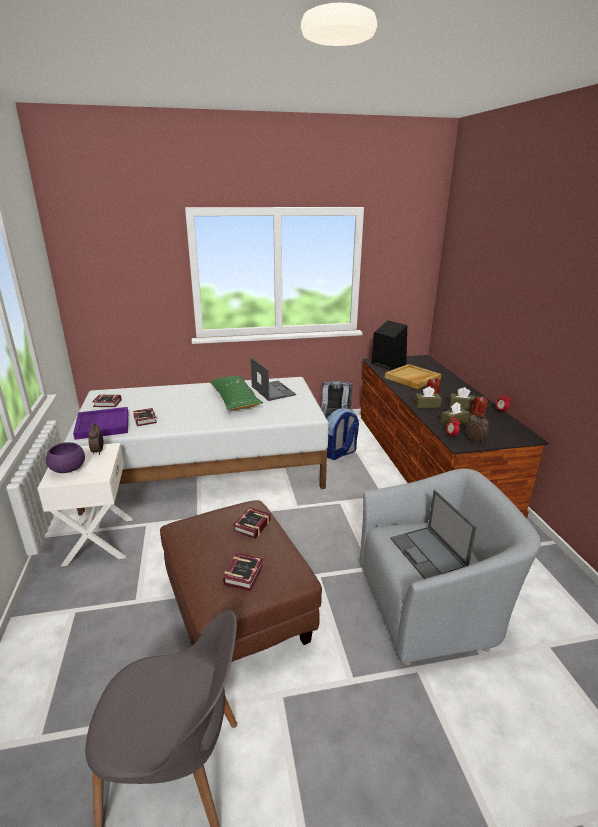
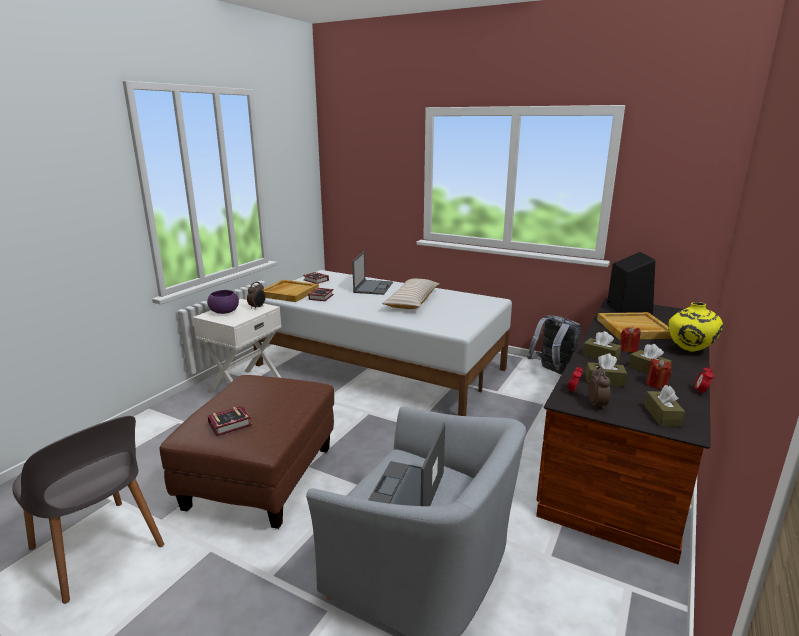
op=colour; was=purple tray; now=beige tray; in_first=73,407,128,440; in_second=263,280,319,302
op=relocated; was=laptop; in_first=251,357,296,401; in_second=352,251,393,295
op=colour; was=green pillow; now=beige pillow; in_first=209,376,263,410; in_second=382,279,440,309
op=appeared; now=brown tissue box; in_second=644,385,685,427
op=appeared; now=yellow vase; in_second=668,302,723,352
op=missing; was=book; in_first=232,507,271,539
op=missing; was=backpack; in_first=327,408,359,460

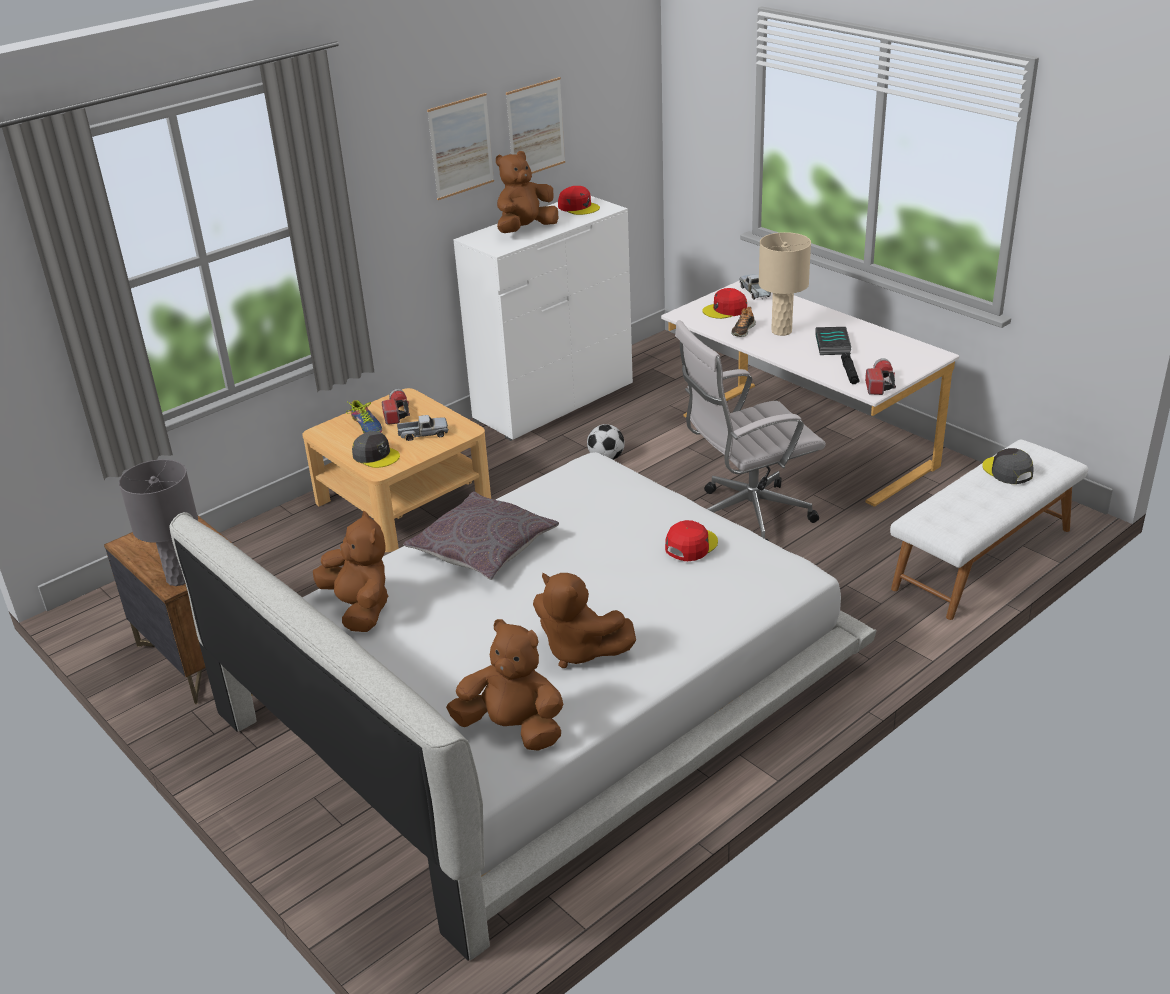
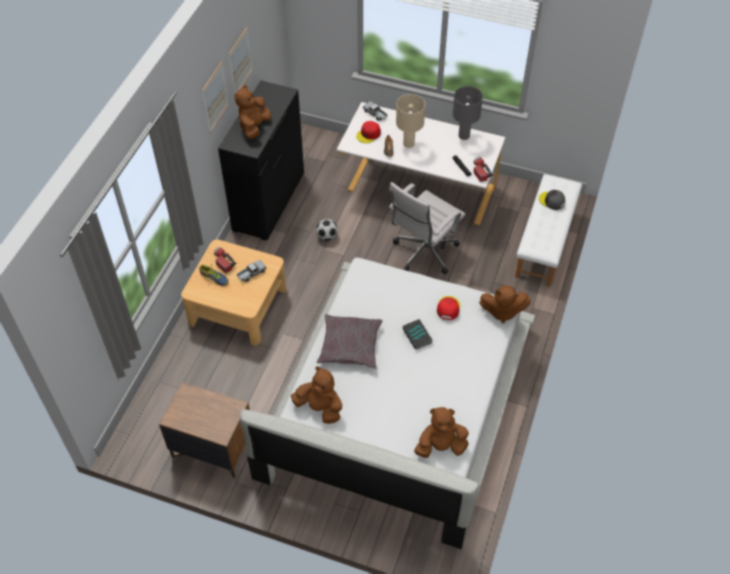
op=colour; was=white dresser; now=black dresser; in_first=453,196,633,441; in_second=218,81,304,241
op=relocated; was=book; in_first=816,327,851,355; in_second=403,319,433,350
op=relocated; was=grey table lamp; in_first=119,459,198,586; in_second=453,86,483,140
op=relocated; was=brown plush toy; in_first=533,573,636,668; in_second=479,285,531,323
op=missing; was=grey cap; in_first=352,431,400,468
op=missing; was=red cap; in_first=558,186,600,215

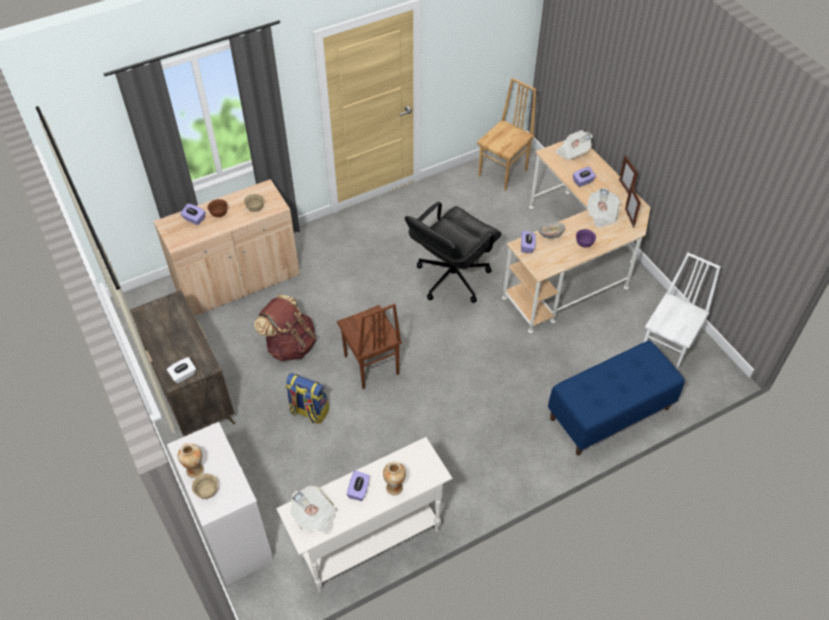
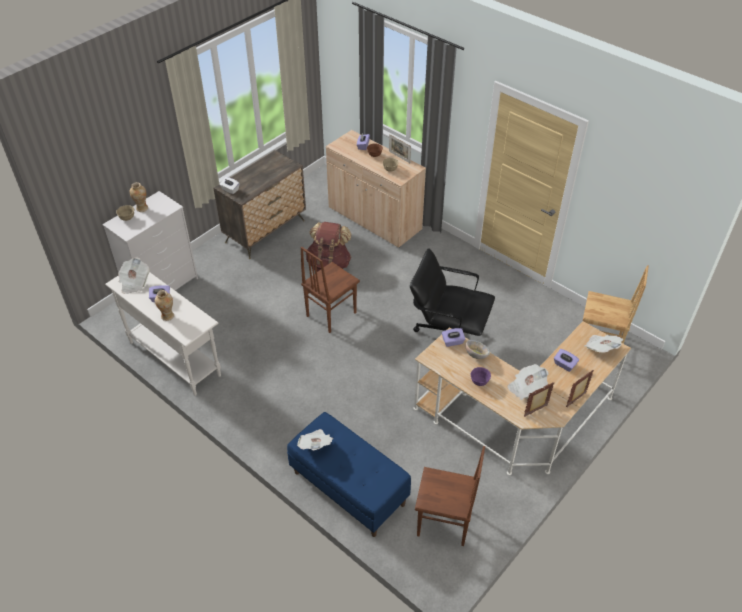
op=appeared; now=newspaper; in_second=297,429,333,450
op=appeared; now=picture frame; in_second=389,134,411,163
op=colour; was=white chair; now=brown chair; in_first=643,252,721,370; in_second=415,446,485,546
op=missing; was=backpack; in_first=286,373,329,424

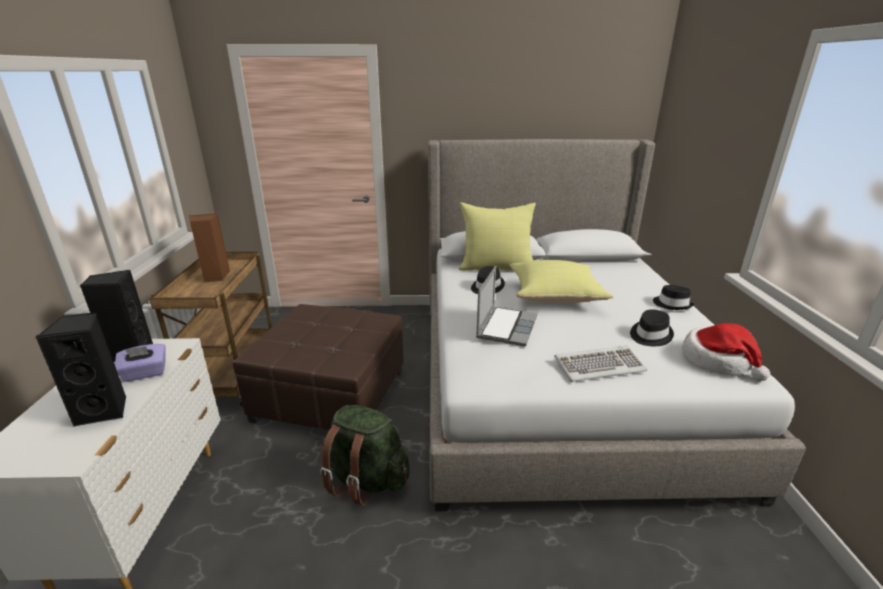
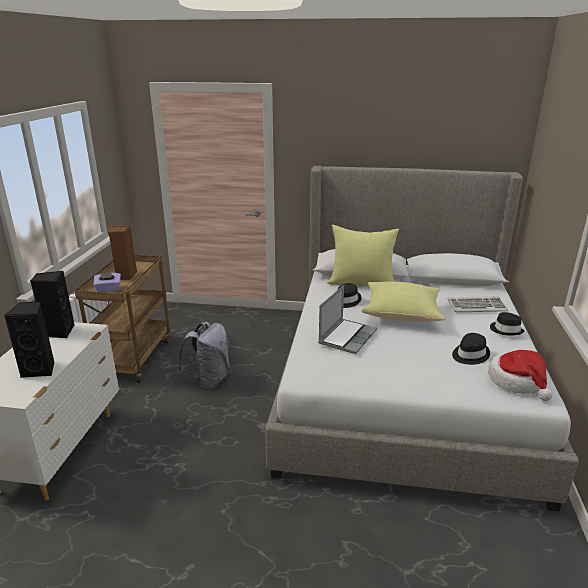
op=relocated; was=purple tissue box; in_first=115,344,166,382; in_second=93,272,121,292
op=exchanged; was=brown ottoman; now=grey backpack; in_first=233,304,403,430; in_second=177,322,230,390
op=relocated; was=keyboard; in_first=554,346,647,382; in_second=447,296,508,312
op=missing; was=green backpack; in_first=320,405,410,505

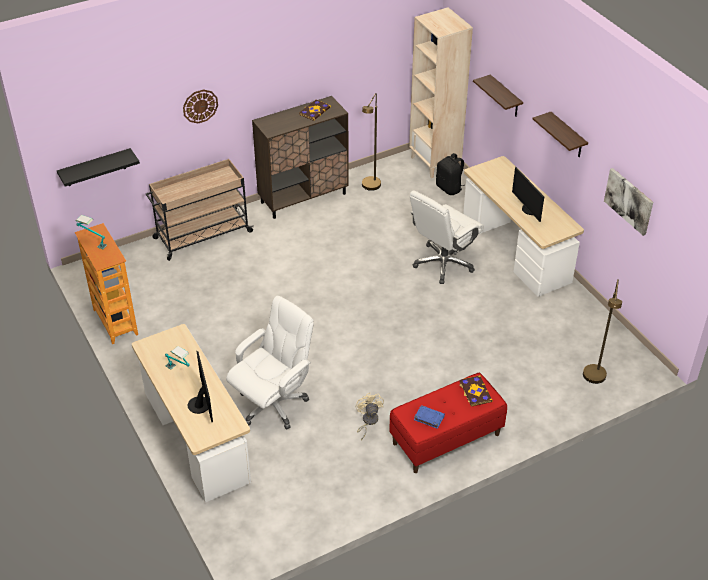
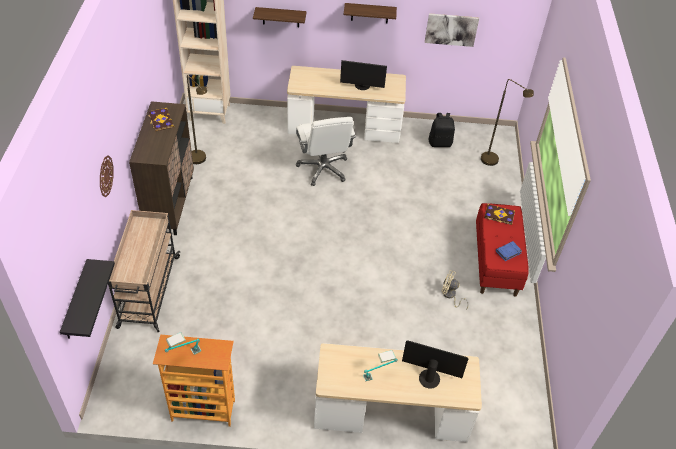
op=relocated; was=black backpack; in_first=436,153,465,195; in_second=428,113,455,147
op=missing; was=white office chair; in_first=226,296,314,429

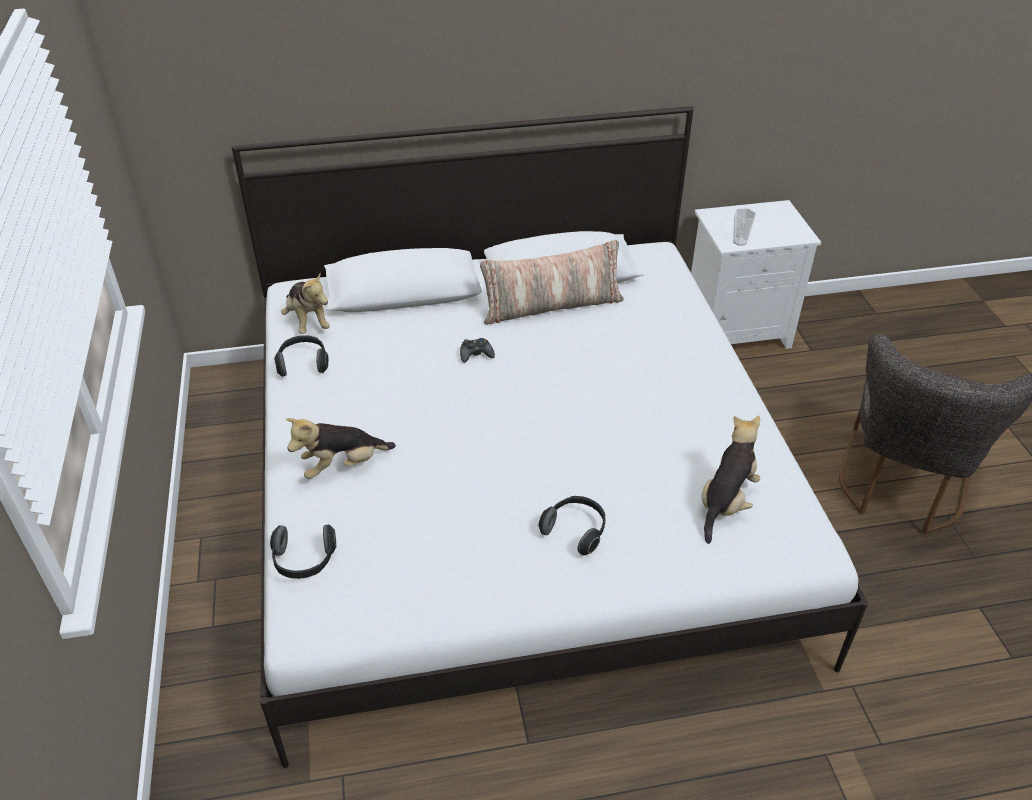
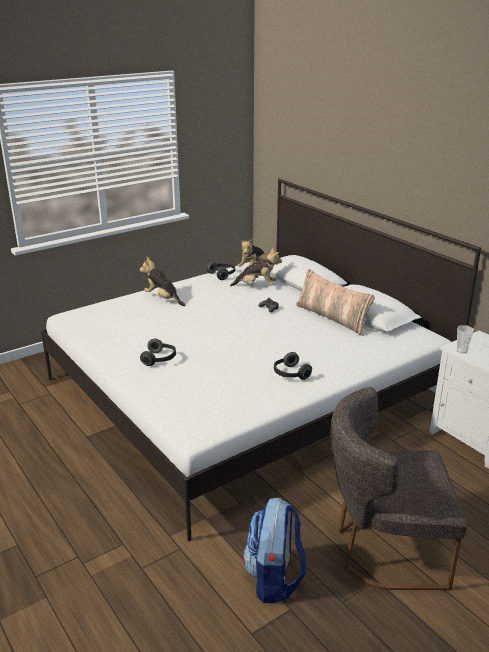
op=relocated; was=plush toy; in_first=701,416,760,544; in_second=230,248,282,286
op=appeared; now=backpack; in_second=243,498,306,603
op=relocated; was=headphones; in_first=270,524,337,579; in_second=274,352,312,380

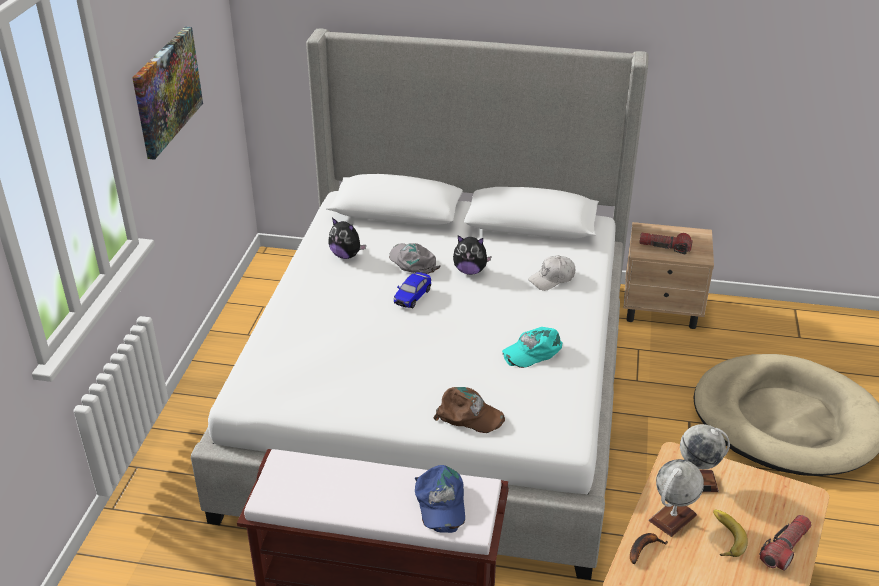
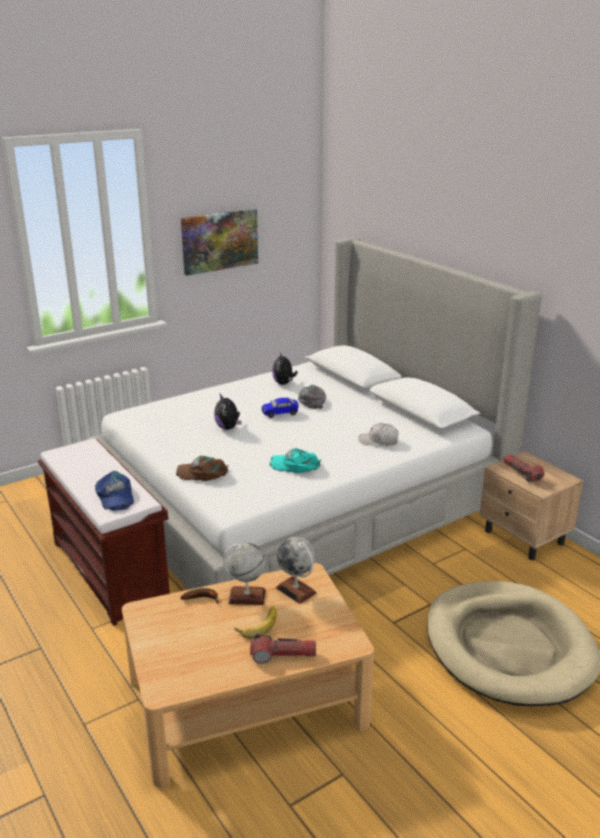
op=spun; was=blue cap; in_first=415,465,465,533; in_second=95,471,134,511; clockwise=-60
op=spun; was=brown cap; in_first=433,387,505,433; in_second=176,456,228,481; clockwise=120
op=relocated; was=plush toy; in_first=453,235,492,275; in_second=214,394,242,430

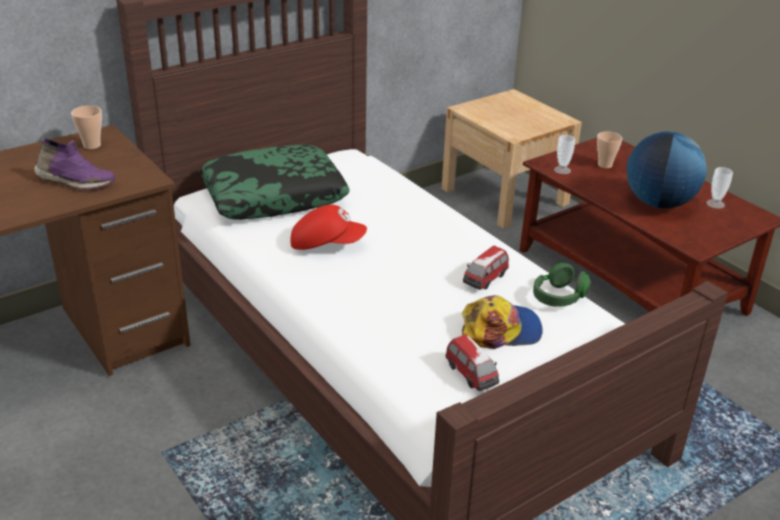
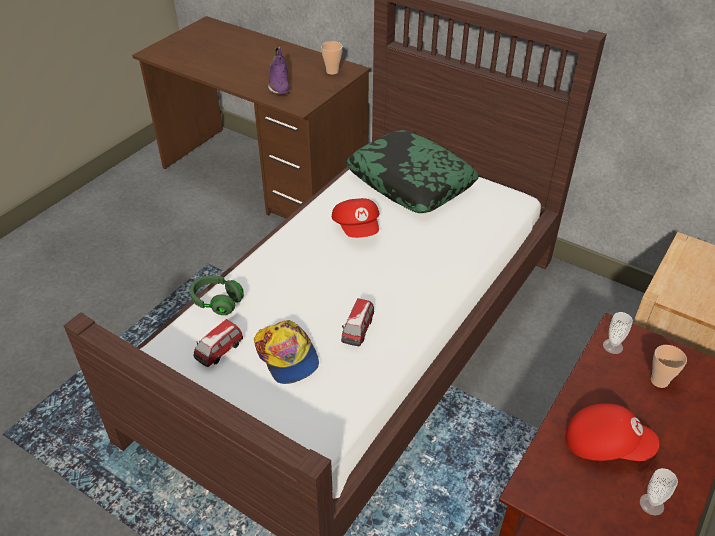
op=relocated; was=green headphones; in_first=533,263,591,307; in_second=190,275,244,315
op=spun; was=toy car; in_first=463,246,509,290; in_second=341,298,374,346; clockwise=-90
op=exchanged; was=globe; now=red cap; in_first=627,131,707,208; in_second=565,403,659,461

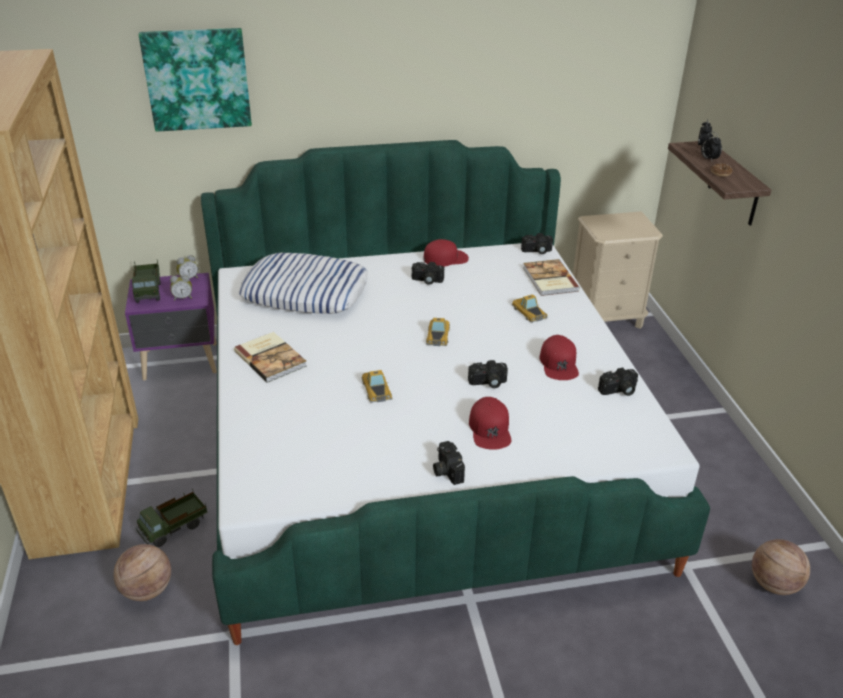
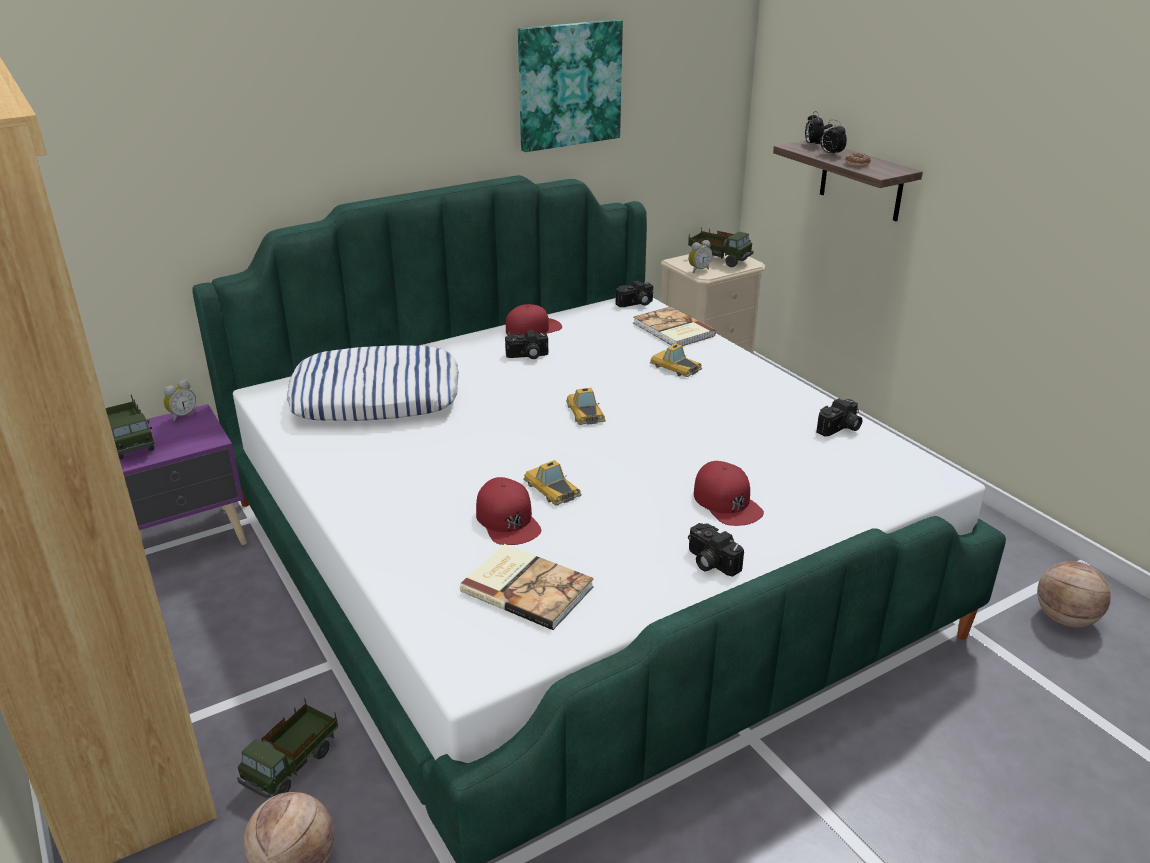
op=relocated; was=book; in_first=234,332,307,383; in_second=460,544,594,630
op=relocated; was=red cap; in_first=540,335,579,380; in_second=476,477,541,545
op=relocated; was=picture; in_first=139,28,252,132; in_second=518,20,623,152
op=appeared; now=toy truck; in_second=688,227,754,267
op=relocated; was=alarm clock; in_first=170,275,192,301; in_second=689,240,712,273
op=missing; was=photo camera; in_first=468,360,508,388

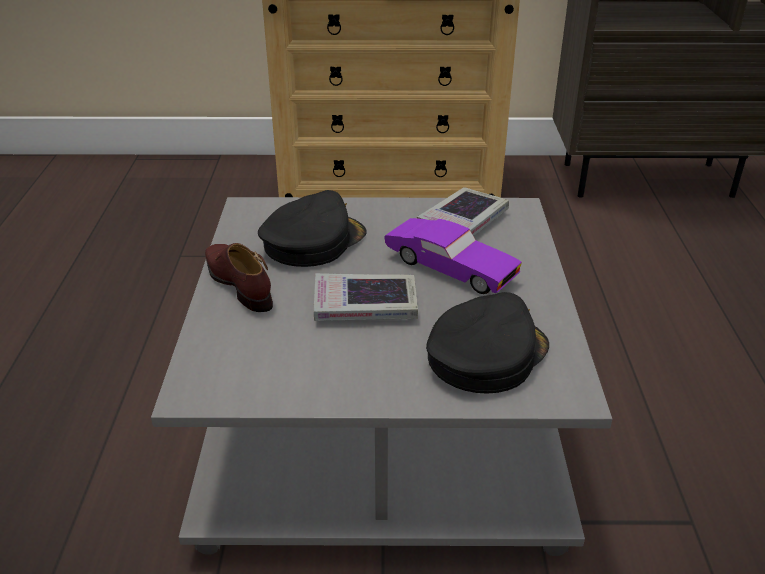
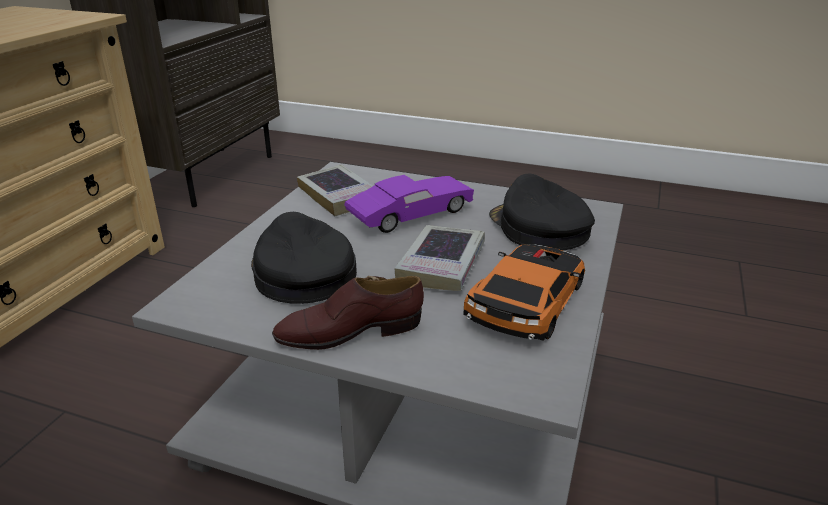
op=appeared; now=toy car; in_second=463,244,585,341

